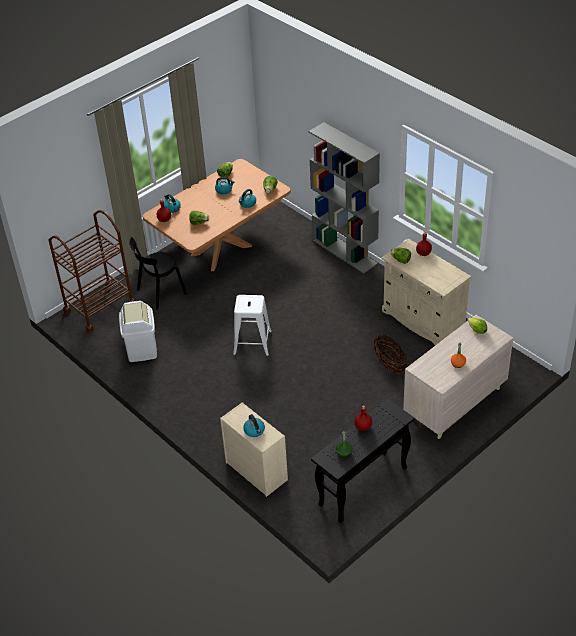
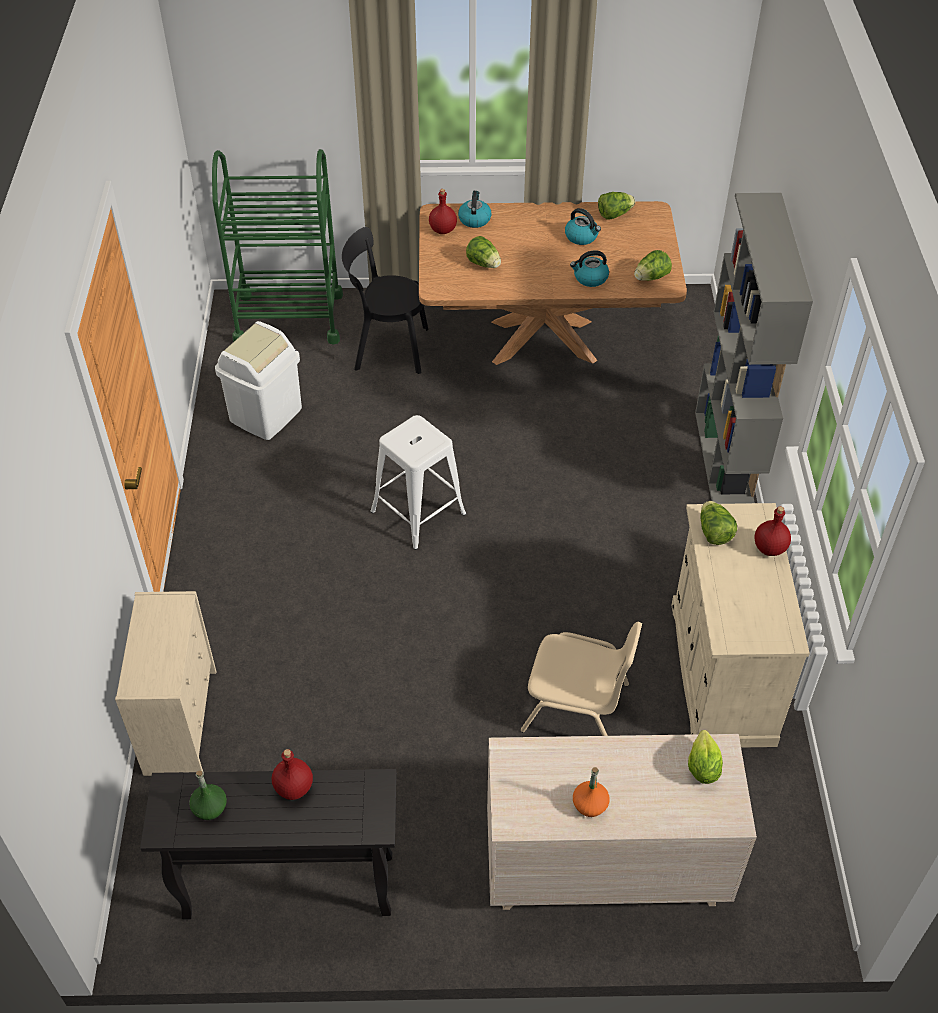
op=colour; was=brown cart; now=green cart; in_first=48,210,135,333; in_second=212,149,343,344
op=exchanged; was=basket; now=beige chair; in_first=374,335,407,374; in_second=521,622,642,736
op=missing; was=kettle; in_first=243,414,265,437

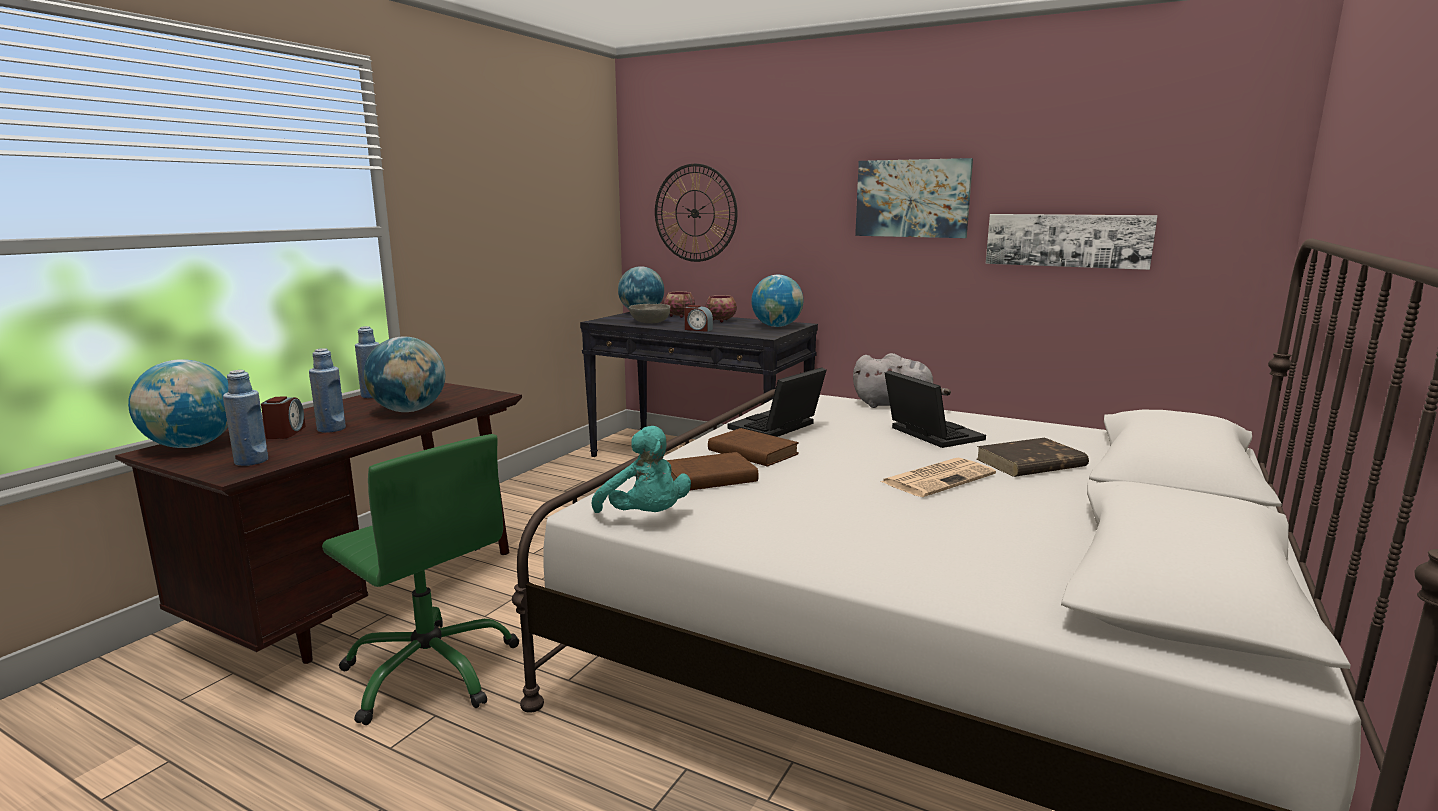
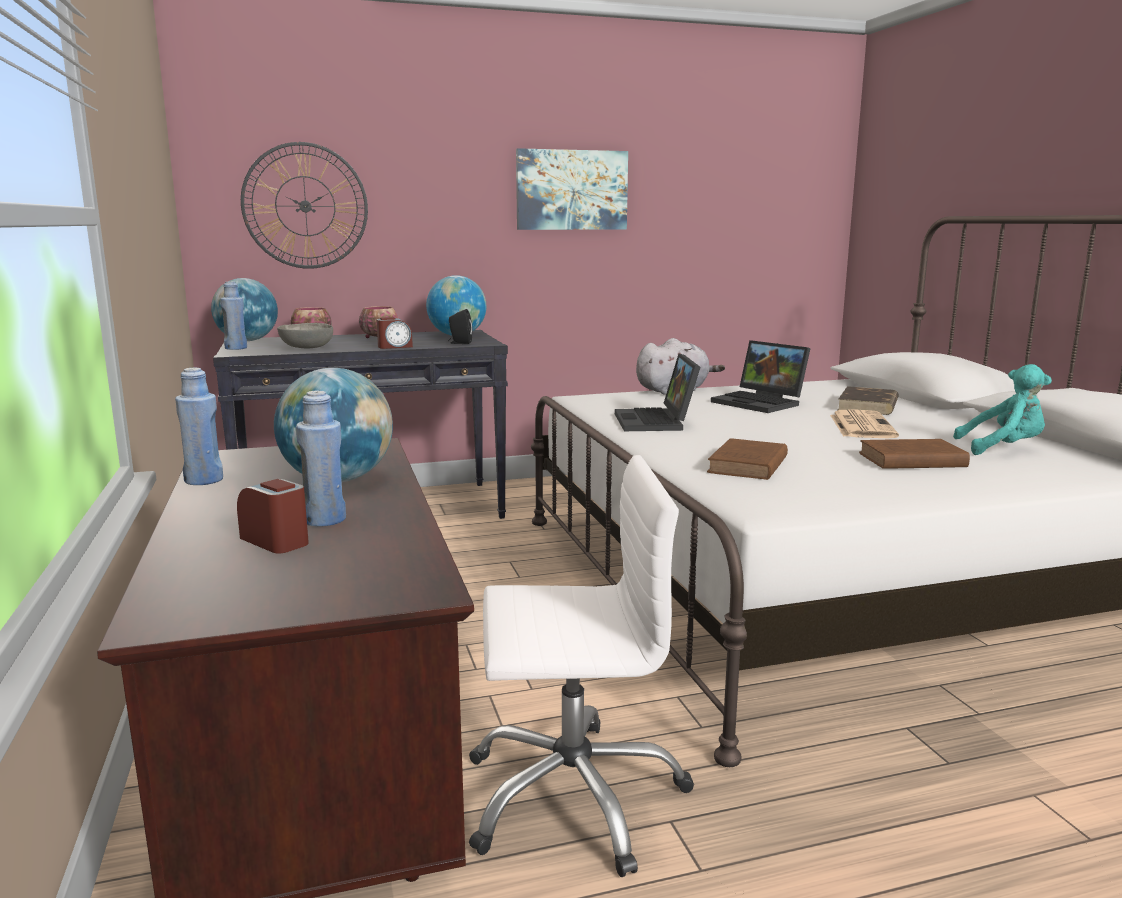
op=relocated; was=blue bottle; in_first=223,370,268,466; in_second=220,281,247,350
op=appeared; now=black speaker; in_second=448,309,473,344
op=colour; was=green office chair; now=white office chair; in_first=322,434,519,725; in_second=469,455,694,877
op=spun; was=laptop; in_first=885,370,986,448; in_second=711,340,811,413; clockwise=-150
op=relocated; was=brown book; in_first=708,428,799,467; in_second=859,439,970,469
op=relocated; was=turquoise plush toy; in_first=591,426,691,513; in_second=953,364,1052,455
op=missing; was=globe; in_first=128,359,228,448
op=missing; was=picture; in_first=986,214,1158,270

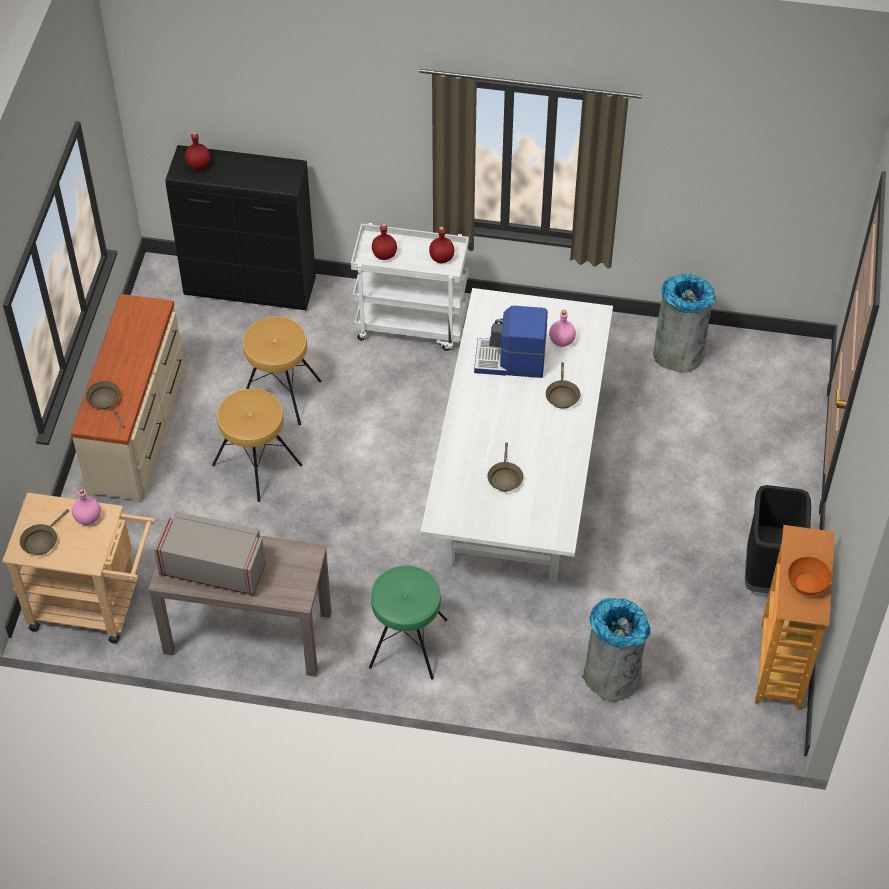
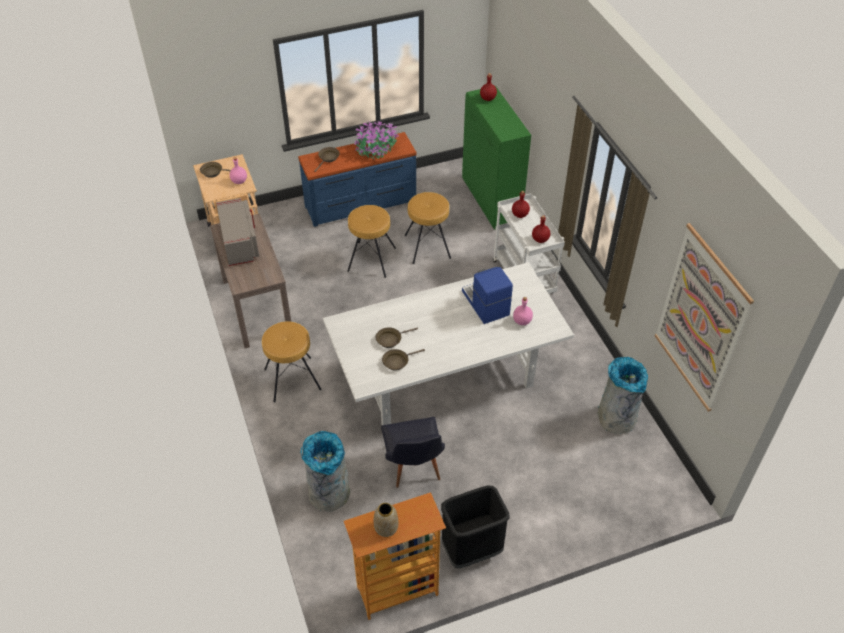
op=colour; was=green stool; now=brown stool; in_first=369,566,447,680; in_second=262,321,322,402
op=colour; was=beige dresser; now=blue dresser; in_first=71,294,185,503; in_second=298,132,417,227
op=appeared; now=potted plant; in_second=355,121,399,159
op=exchanged; was=orange bowl; now=vase; in_first=788,556,832,595; in_second=374,503,398,537
op=appeared; now=black chair; in_second=381,417,445,488
op=relocated; was=brown frying pan; in_first=546,362,580,409; in_second=382,349,425,371
op=colour; was=black cabinet; now=green cabinet; in_first=166,145,316,310; in_second=462,86,531,230
op=appeared; now=picture; in_second=655,223,754,412

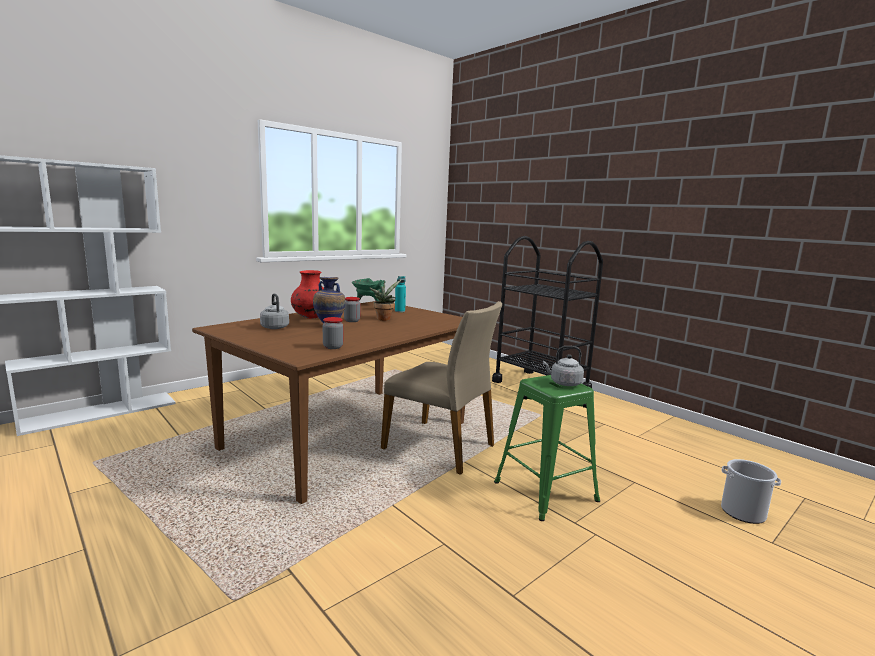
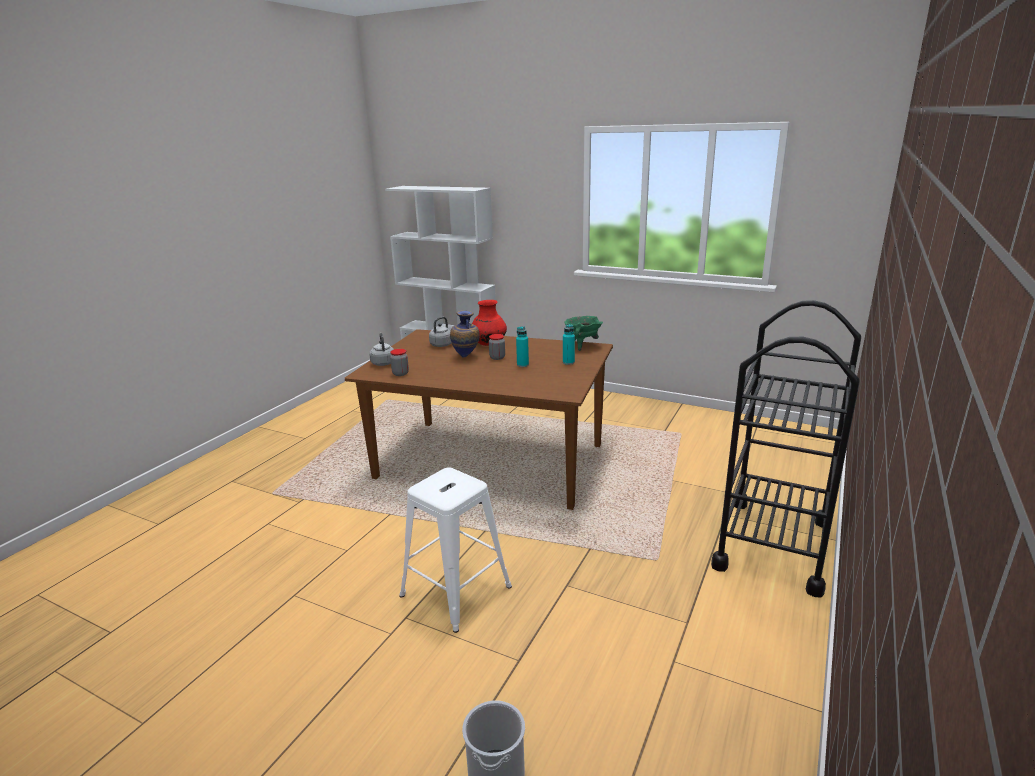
op=relocated; was=grey kettle; in_first=543,346,584,386; in_second=369,333,394,366
op=colour; was=green stool; now=white stool; in_first=494,375,600,521; in_second=399,467,512,633
op=exchanged; was=potted plant; now=turquoise bottle; in_first=369,280,401,321; in_second=516,326,529,367
op=missing; was=beige chair; in_first=381,301,502,475

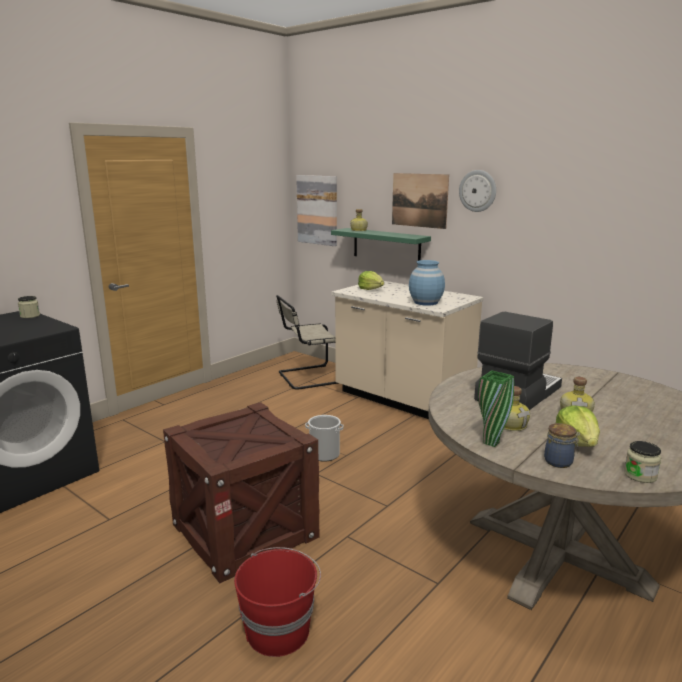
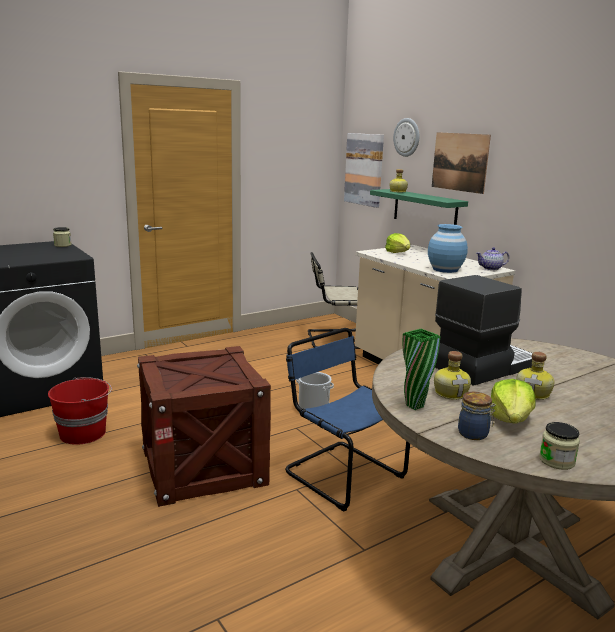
op=relocated; was=red bucket; in_first=234,547,321,657; in_second=48,377,112,445
op=appeared; now=blue chair; in_second=285,328,410,511
op=relocated; was=wall clock; in_first=459,170,496,212; in_second=393,118,419,157
op=appeared; now=teapot; in_second=477,247,509,270

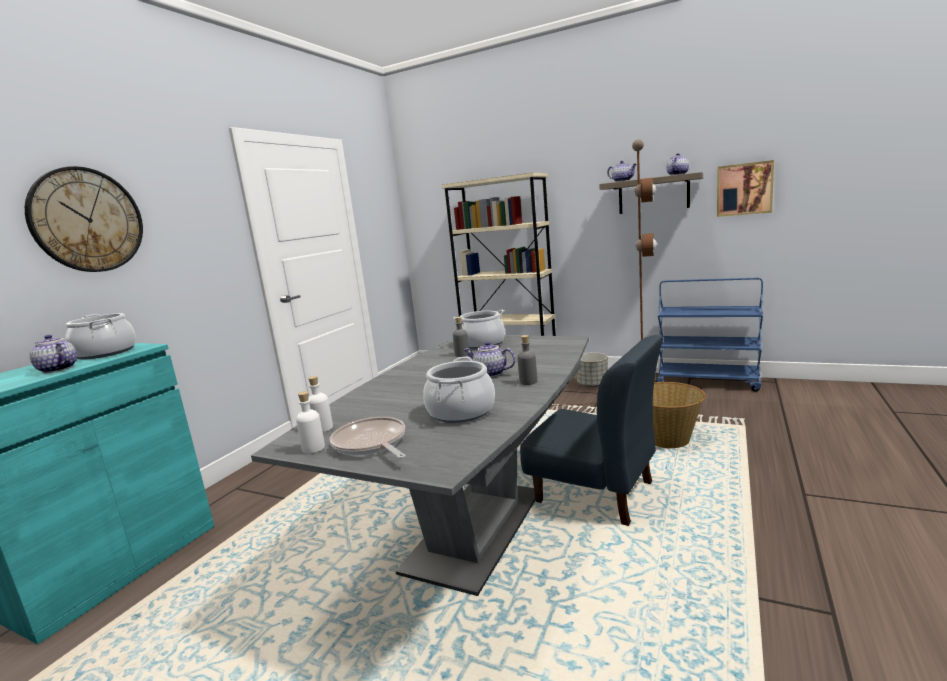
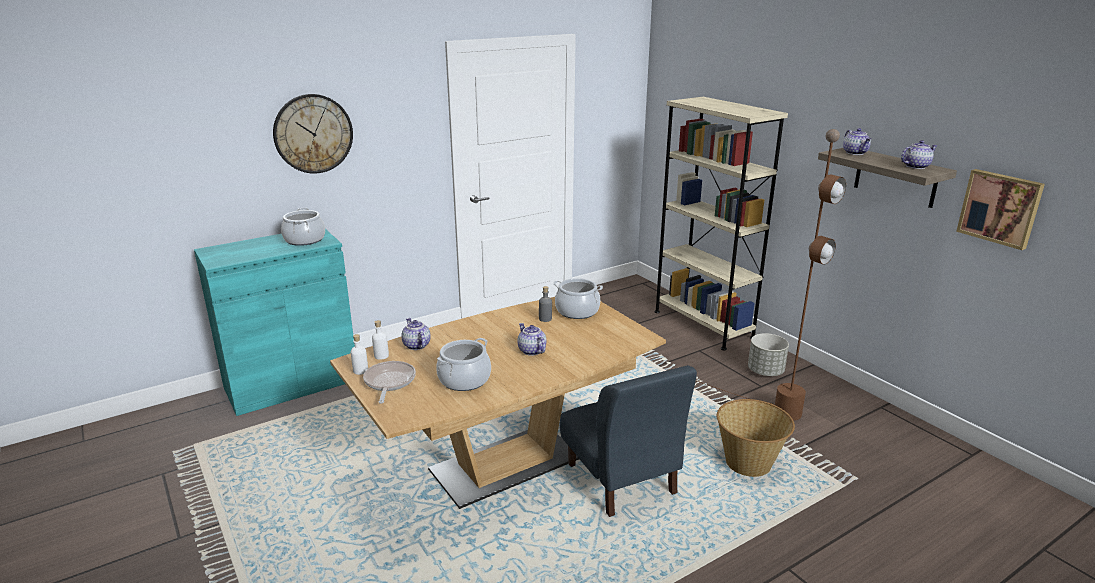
op=colour; was=grey dining table; now=brown dining table; in_first=251,335,589,596; in_second=330,297,666,509
op=relocated; was=teapot; in_first=30,335,77,373; in_second=401,318,431,350
op=missing; was=grey bottle; in_first=517,335,537,385
op=missing; was=blue cart; in_first=655,278,763,392

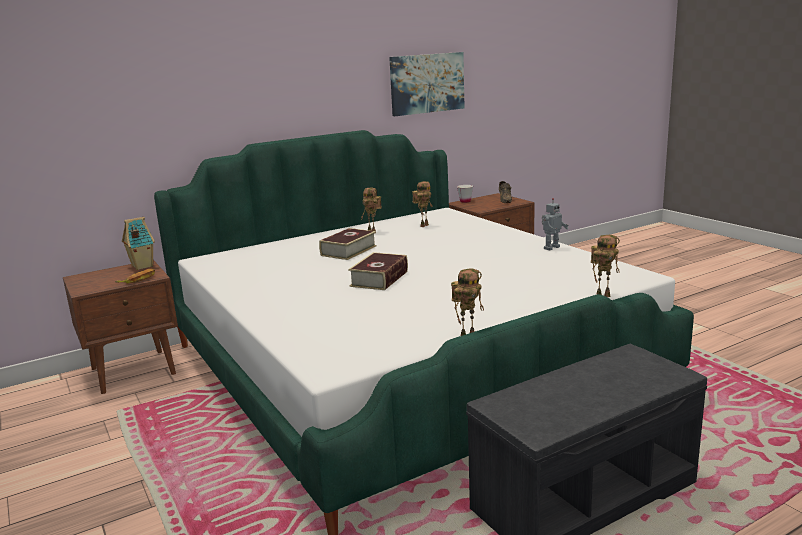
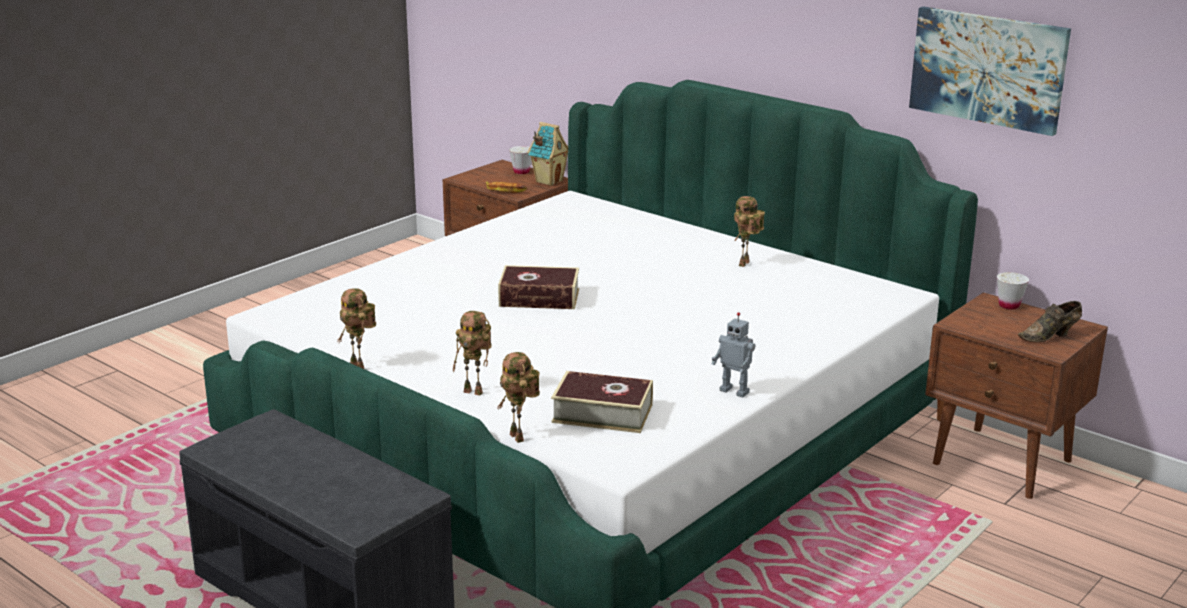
op=relocated; was=toy robot; in_first=412,181,432,227; in_second=453,311,492,396
op=appeared; now=white cup; in_second=509,146,532,174
op=relocated; was=book; in_first=319,228,377,260; in_second=551,371,653,433

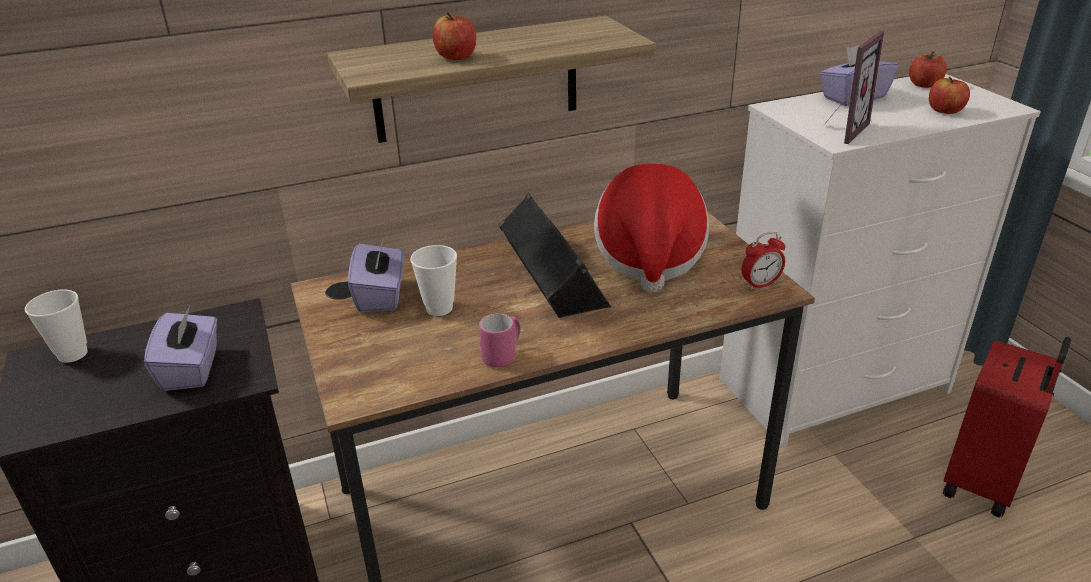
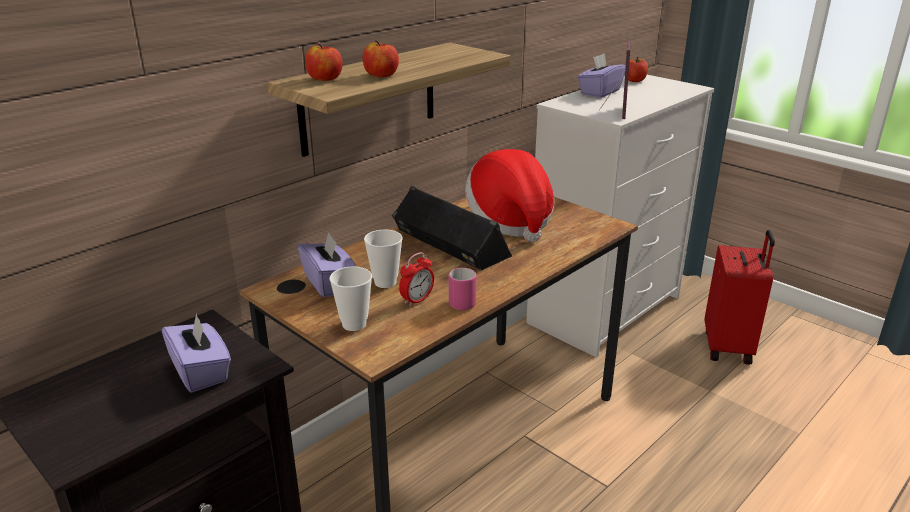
op=relocated; was=apple; in_first=929,77,970,114; in_second=305,43,343,81
op=relocated; was=cup; in_first=25,290,88,363; in_second=330,266,372,331
op=relocated; was=alarm clock; in_first=742,232,785,290; in_second=399,252,434,307

